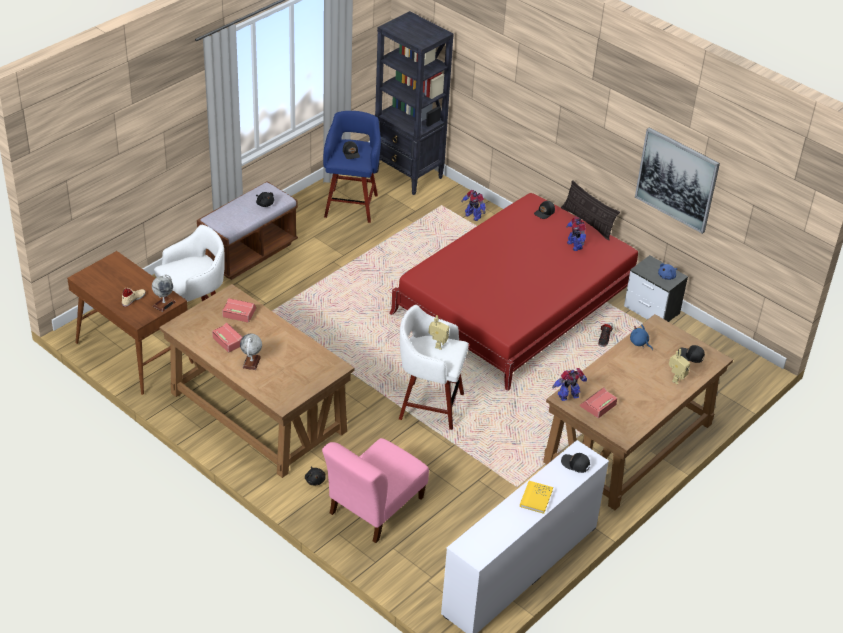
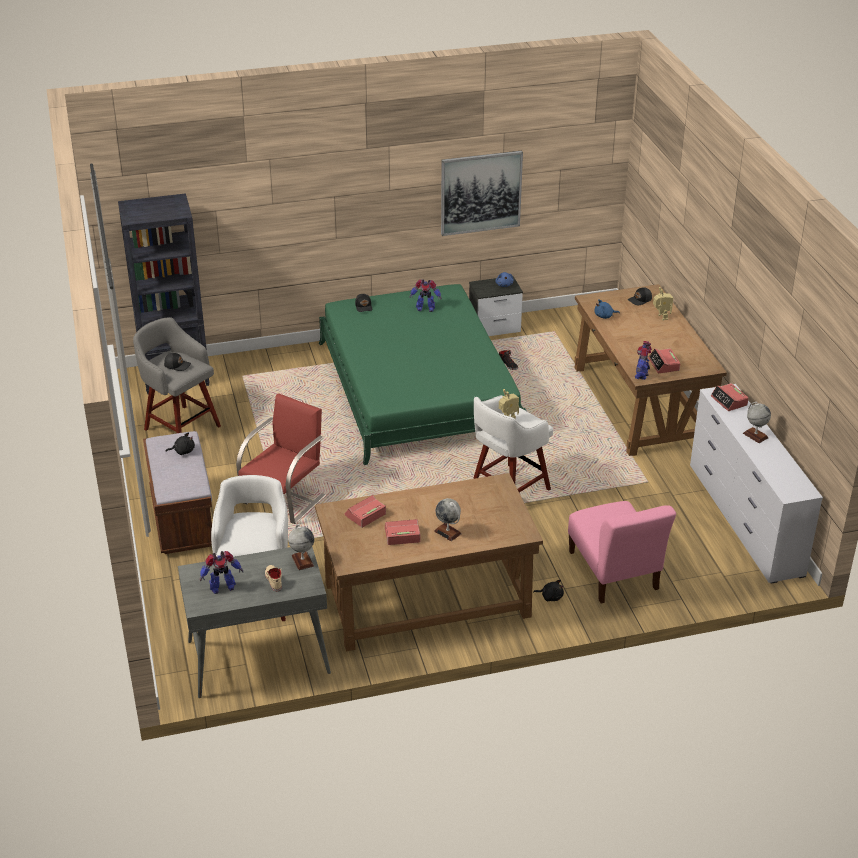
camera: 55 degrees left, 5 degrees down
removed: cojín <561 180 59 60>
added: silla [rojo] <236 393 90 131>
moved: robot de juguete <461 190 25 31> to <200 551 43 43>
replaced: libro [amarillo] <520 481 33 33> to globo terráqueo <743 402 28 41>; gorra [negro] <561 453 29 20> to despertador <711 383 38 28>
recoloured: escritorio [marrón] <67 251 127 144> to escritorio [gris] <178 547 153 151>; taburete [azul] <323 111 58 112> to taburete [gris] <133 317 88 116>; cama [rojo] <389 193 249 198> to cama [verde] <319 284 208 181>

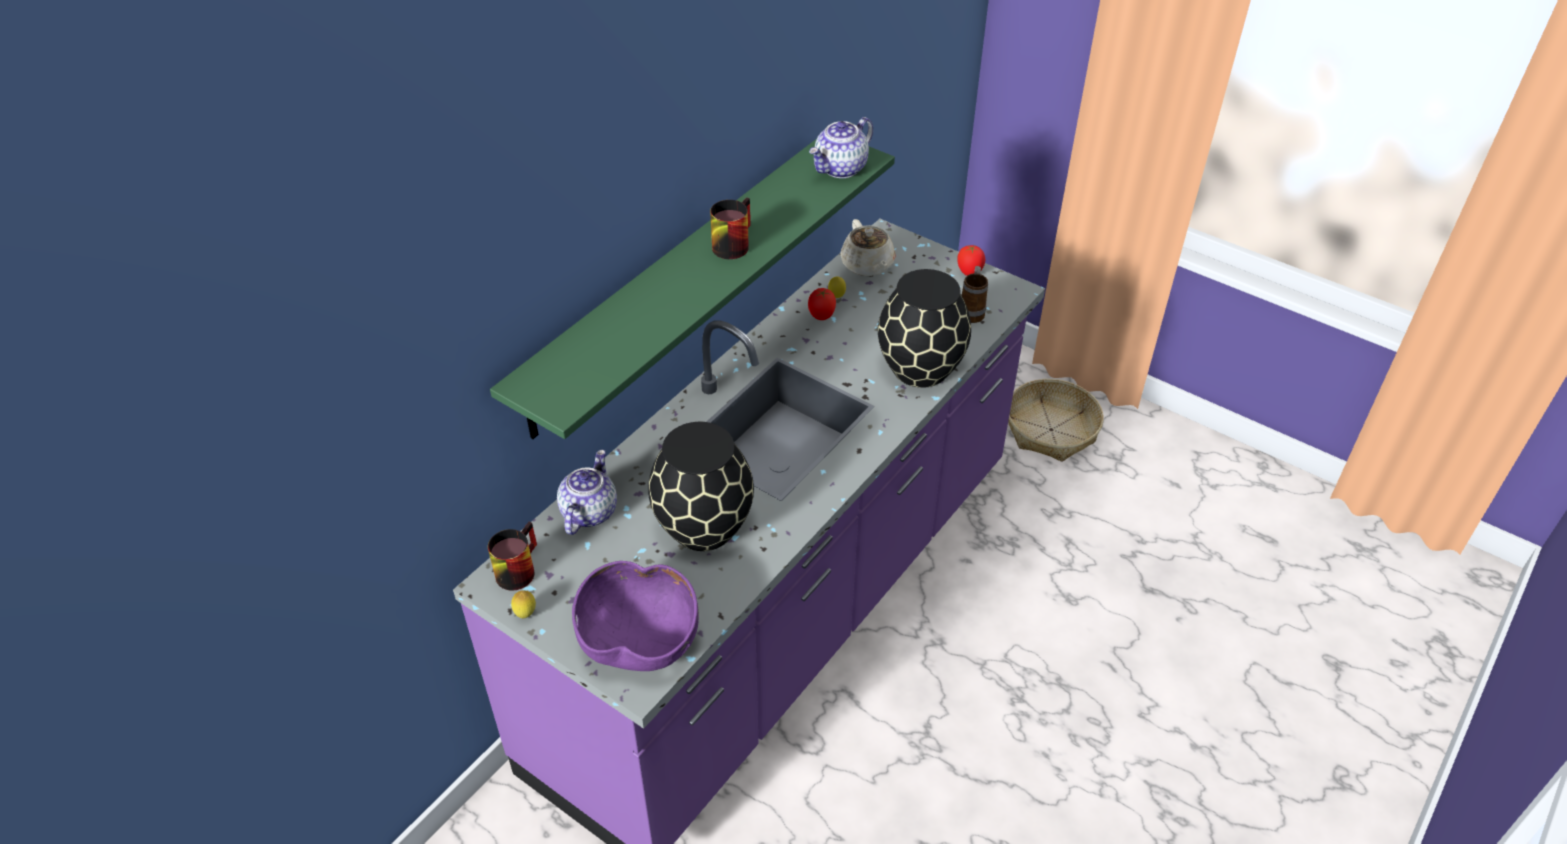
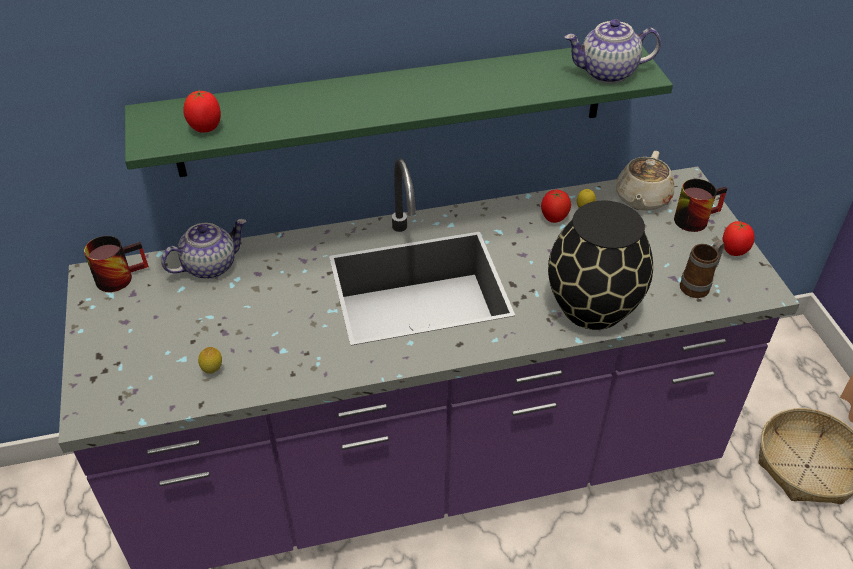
camera: 40 degrees right, 0 degrees up
removed: cuenco [morado] <572 561 127 110>; florero [negro] <648 422 106 129>
added: tomate <184 90 37 43>
moved: limón <511 590 25 29> to <198 347 24 27>; taza grande <710 198 41 61> to <674 179 54 53>

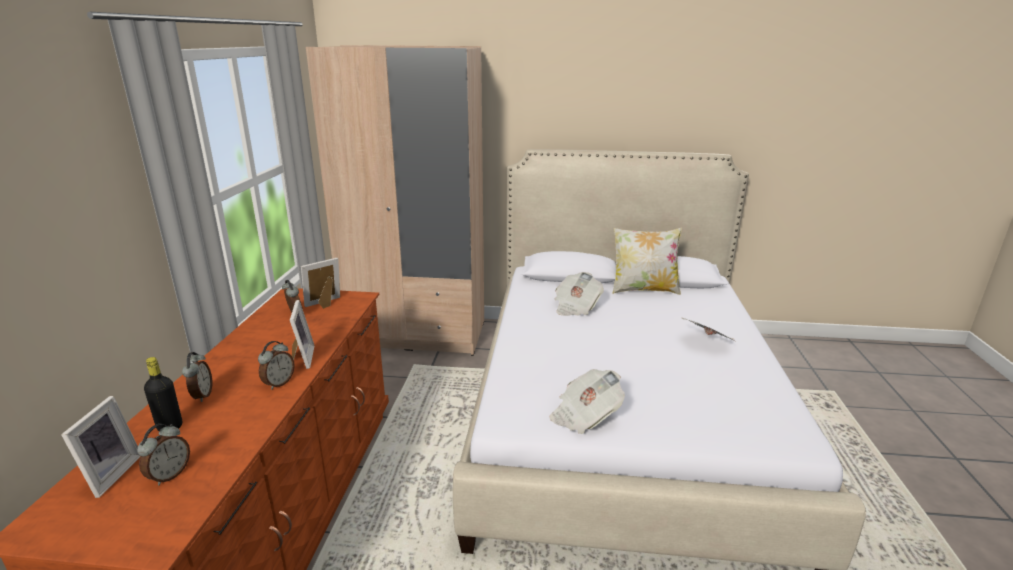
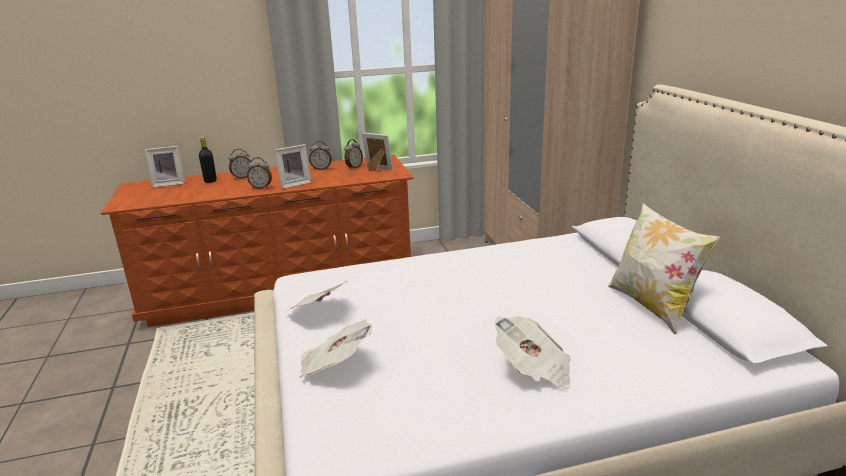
camera: 70 degrees right, 0 degrees up
moved: despertador <137 424 53 62> to <309 141 23 29>; periódico <555 272 49 44> to <300 319 72 59>

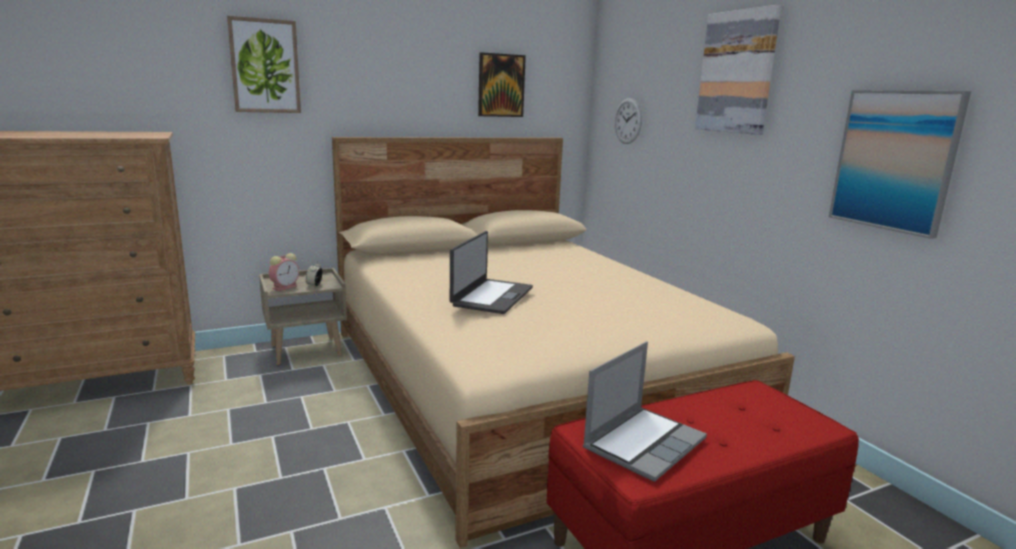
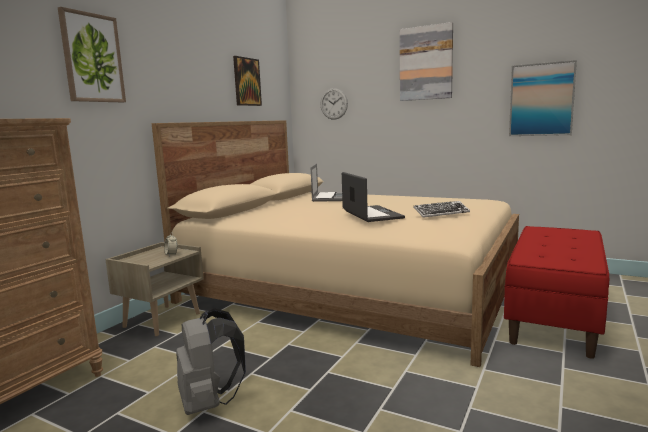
camera: 35 degrees left, 5 degrees down
removed: despertador <269 253 30 38>
added: mochila [gris] <176 308 70 107>; teclado <413 201 57 17>
moved: portátil <583 342 124 140> to <311 164 31 38>

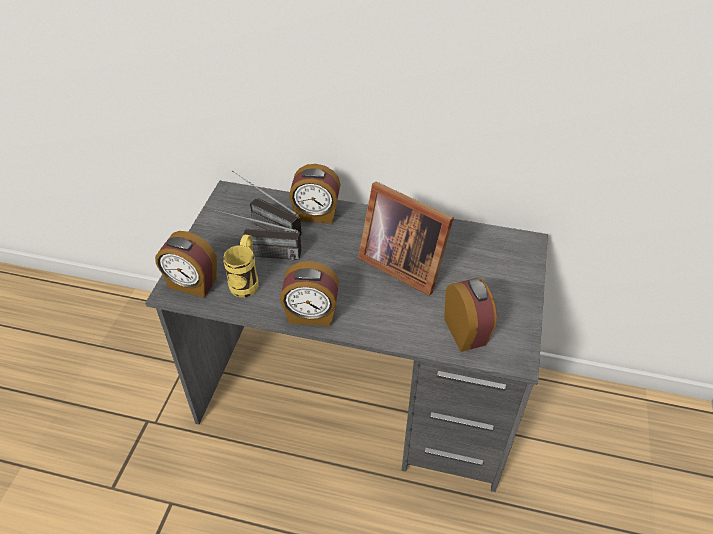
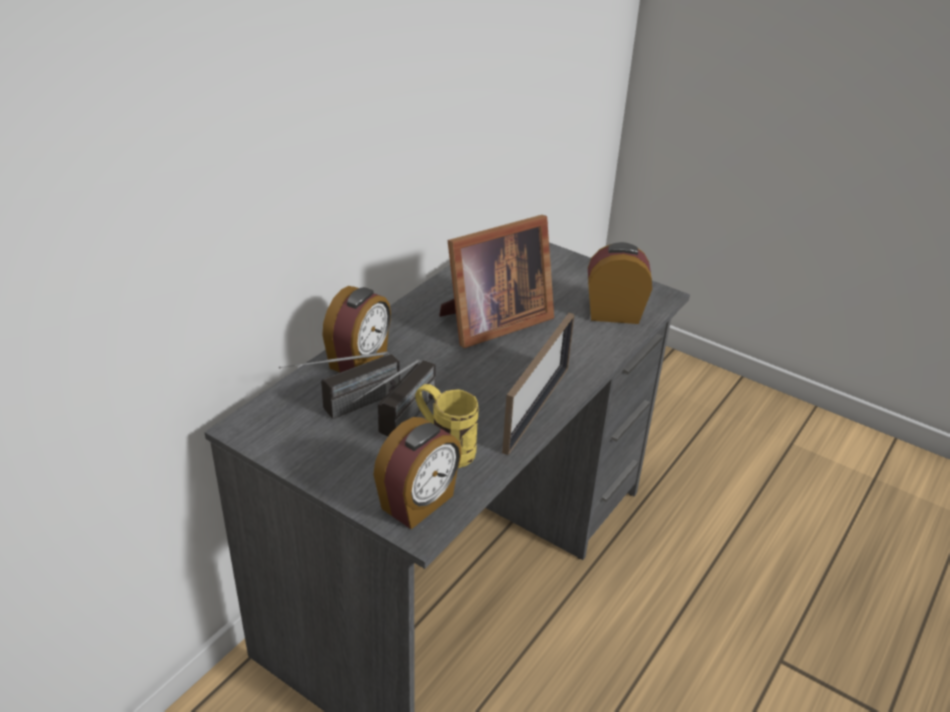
camera: 70 degrees left, 10 degrees down
replaced: despertador <280 261 59 65> to portarretratos <502 313 73 142>

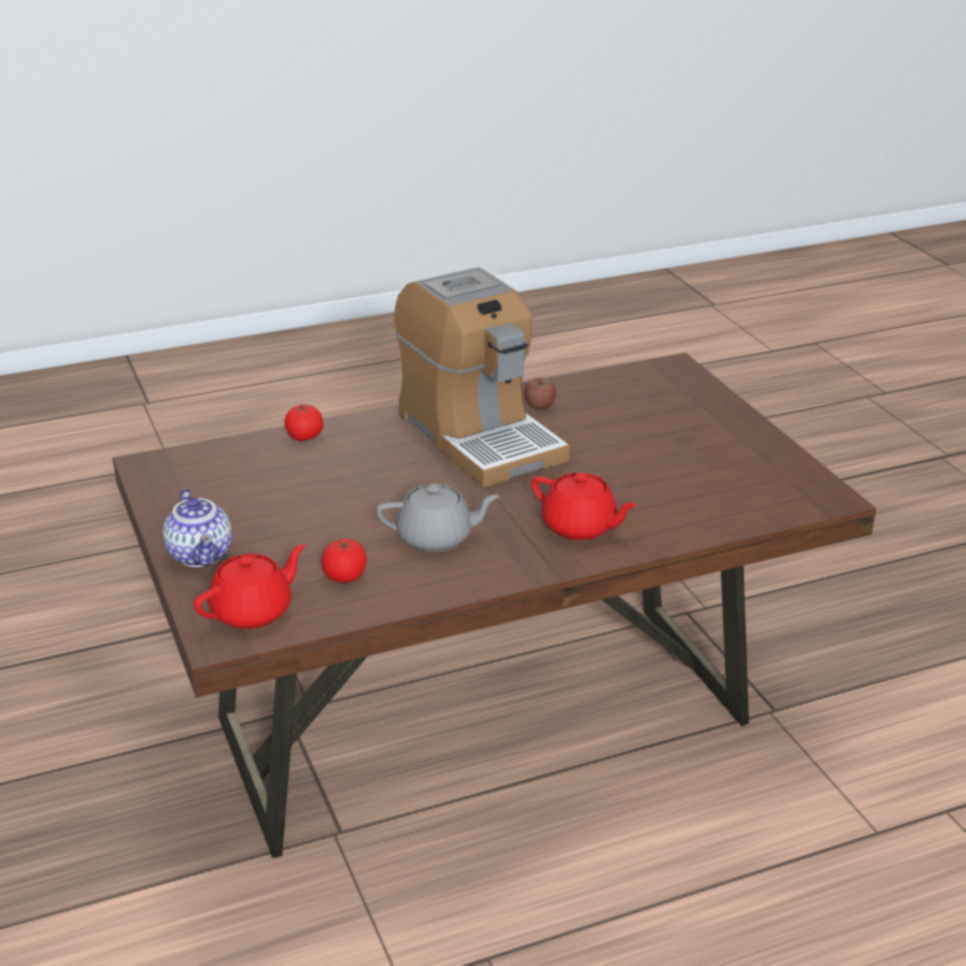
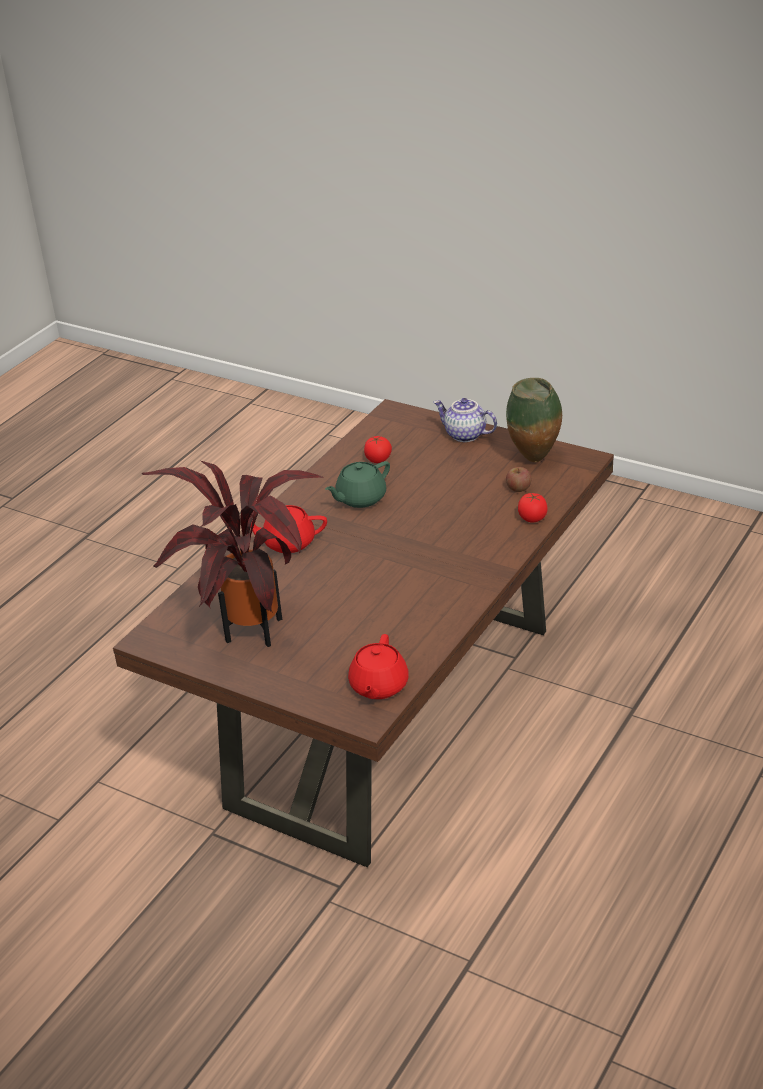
camera: 145 degrees right, 5 degrees up
removed: cafetera <394 267 176 220>
added: planta en maceta <142 461 182 186>; florero <506 378 56 84>
moved: tetera [rojo] <194 544 112 85> to <348 634 61 65>; manzana <524 378 33 31> to <506 467 26 25>
recoloured: tetera [gris] <376 484 123 68> to tetera [verde] <325 461 65 47>

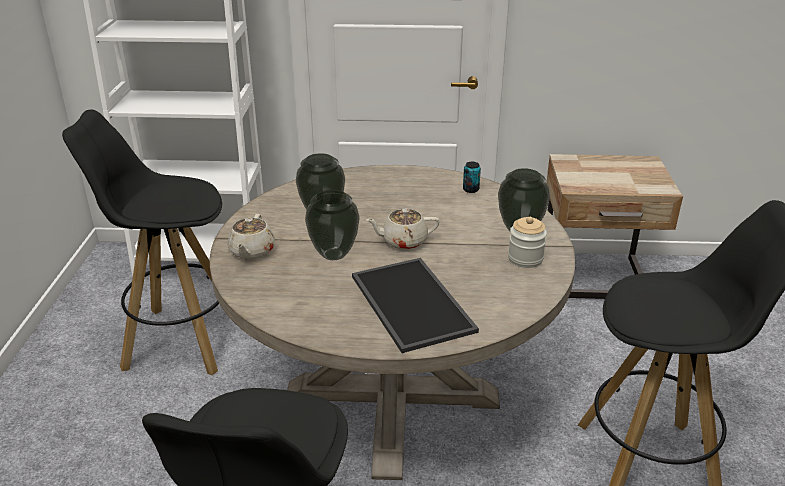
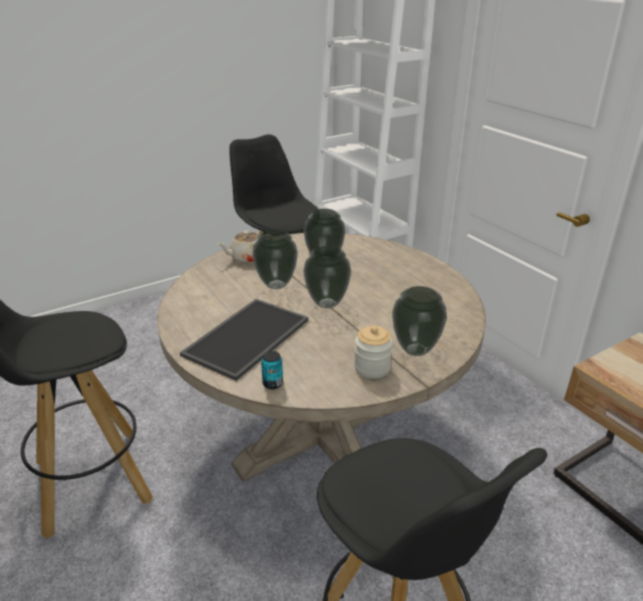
camera: 55 degrees right, 0 degrees up
moved: lata <463 162 18 31> to <261 351 22 38>
replaced: tetera [beis] <366 209 74 40> to florero <303 246 48 62>

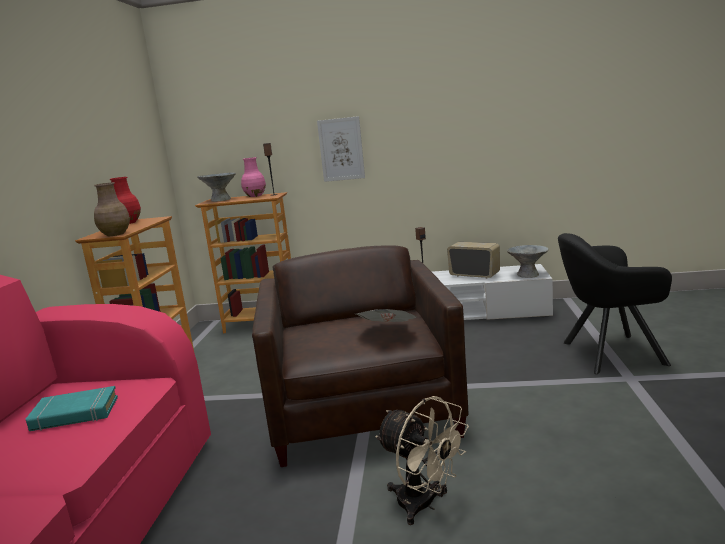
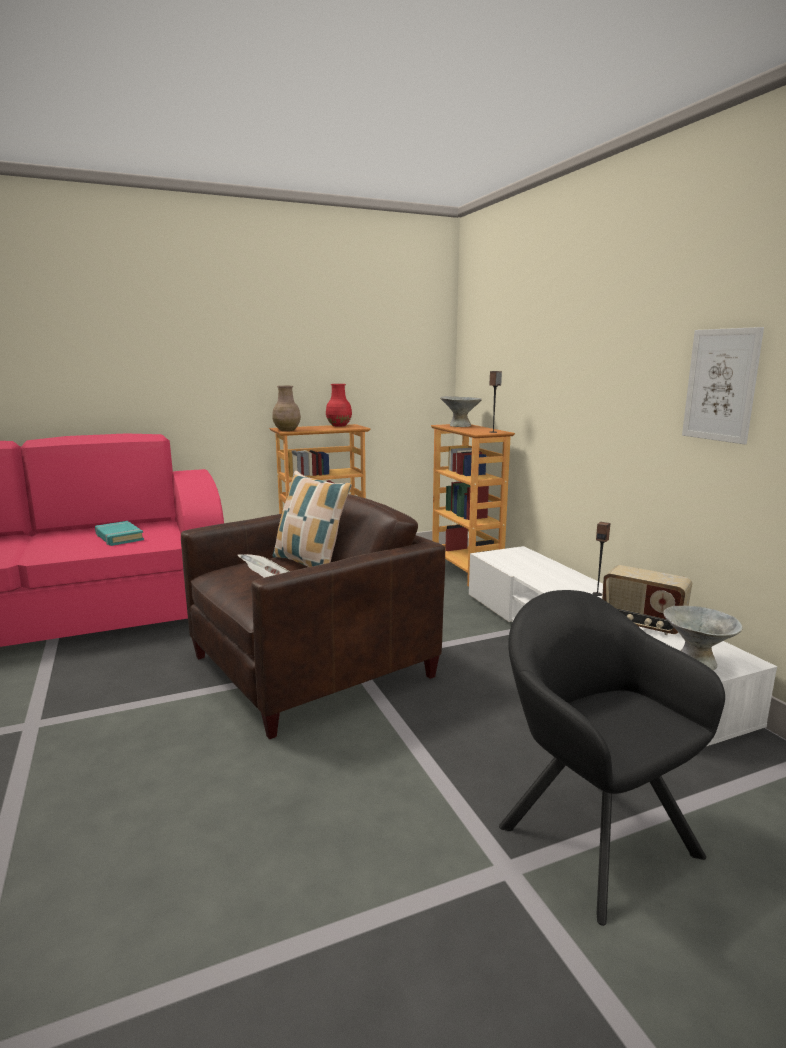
camera: 60 degrees right, 0 degrees up
removed: florero [rosa] <241 157 25 40>; ventilador [beis] <375 396 94 129>
added: cojín <272 471 80 96>
moved: cuadro <317 116 48 66> to <682 327 82 117>
turned: radio <447 242 53 37> = <602 565 90 70> 120 degrees clockwise

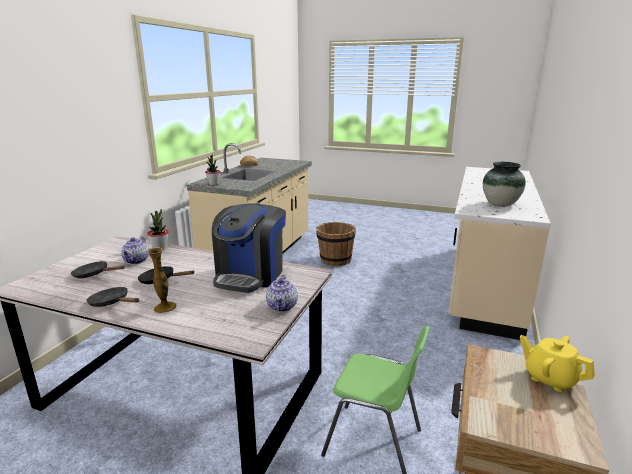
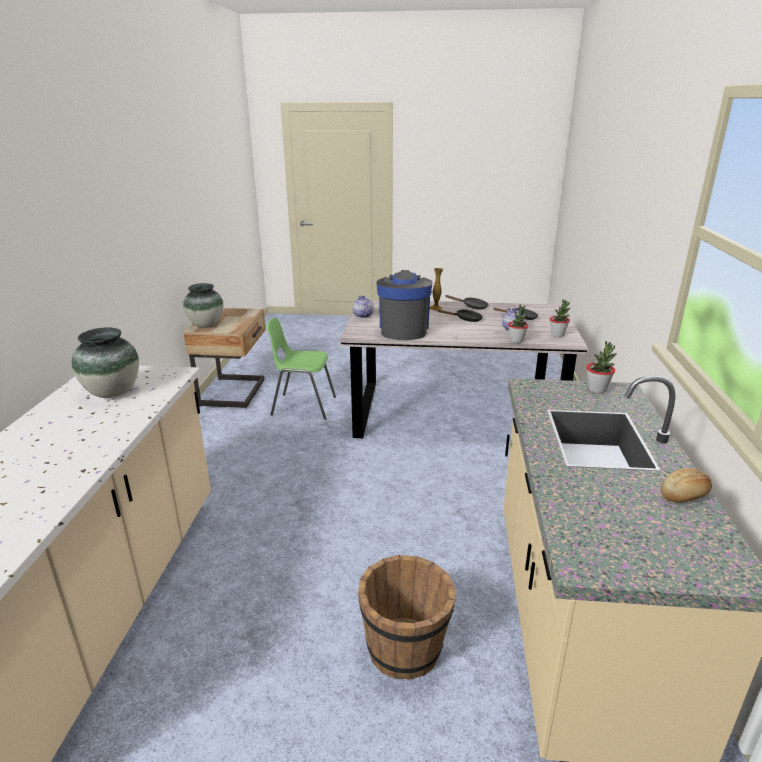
camera: 165 degrees right, 5 degrees up
added: planta en maceta <550 299 20 38>
replaced: tetera [amarillo] <520 335 75 57> to florero <183 283 40 45>

